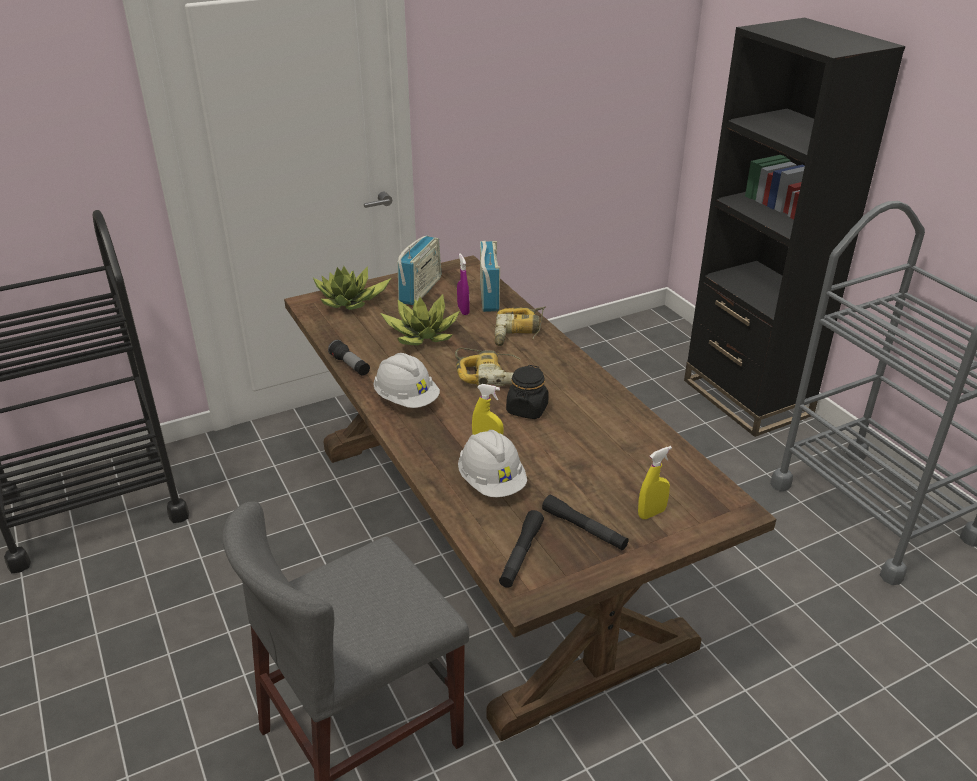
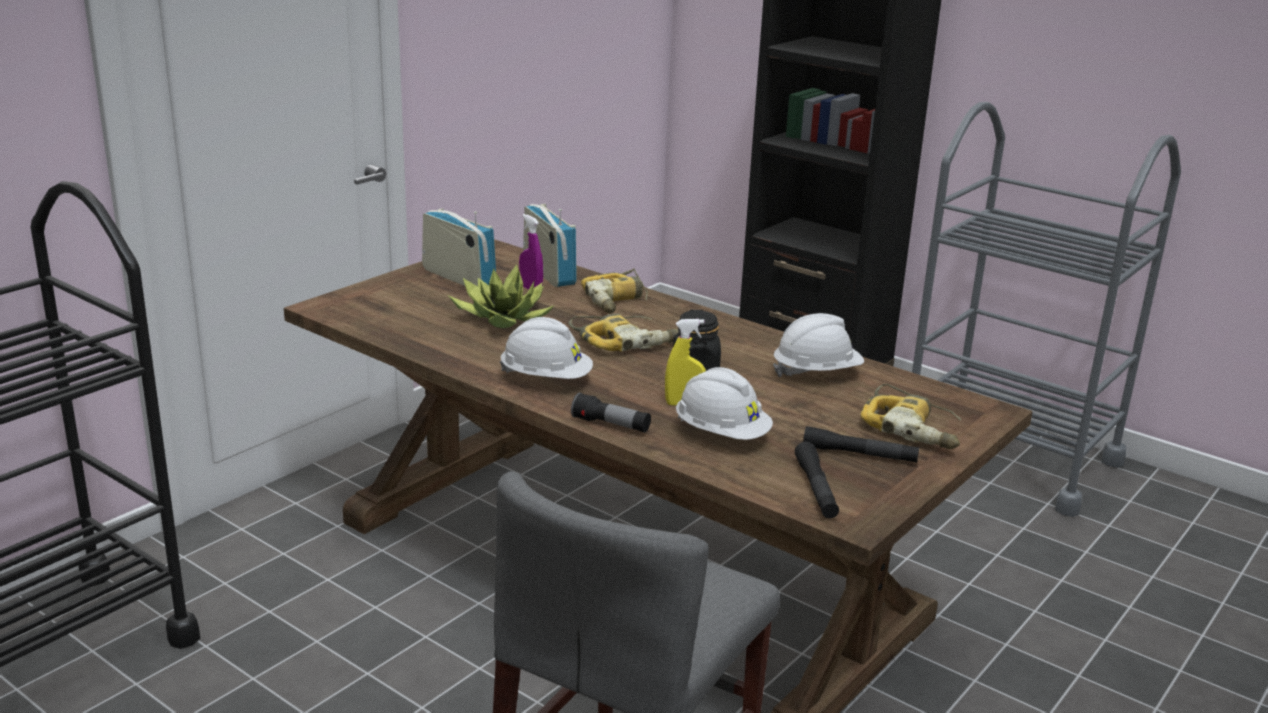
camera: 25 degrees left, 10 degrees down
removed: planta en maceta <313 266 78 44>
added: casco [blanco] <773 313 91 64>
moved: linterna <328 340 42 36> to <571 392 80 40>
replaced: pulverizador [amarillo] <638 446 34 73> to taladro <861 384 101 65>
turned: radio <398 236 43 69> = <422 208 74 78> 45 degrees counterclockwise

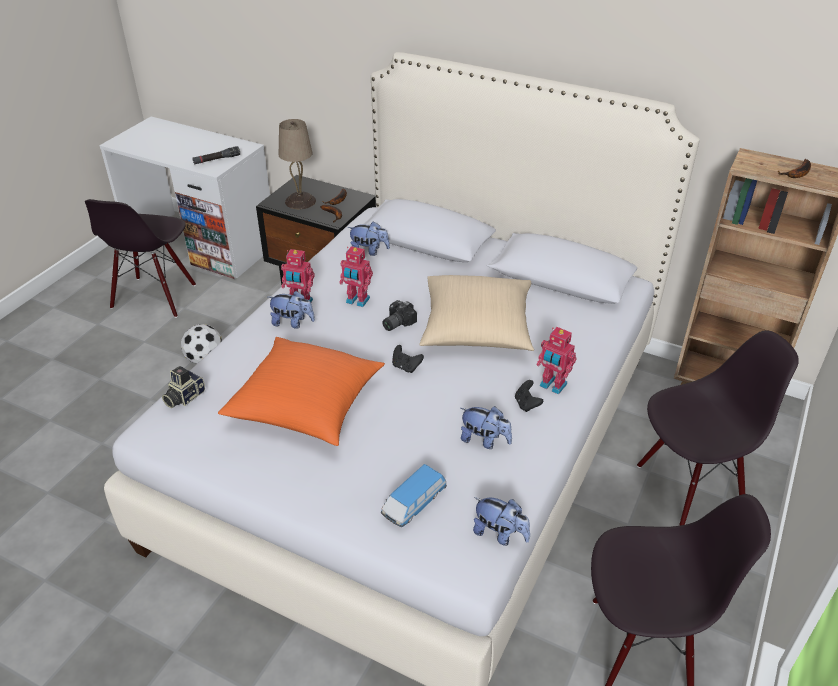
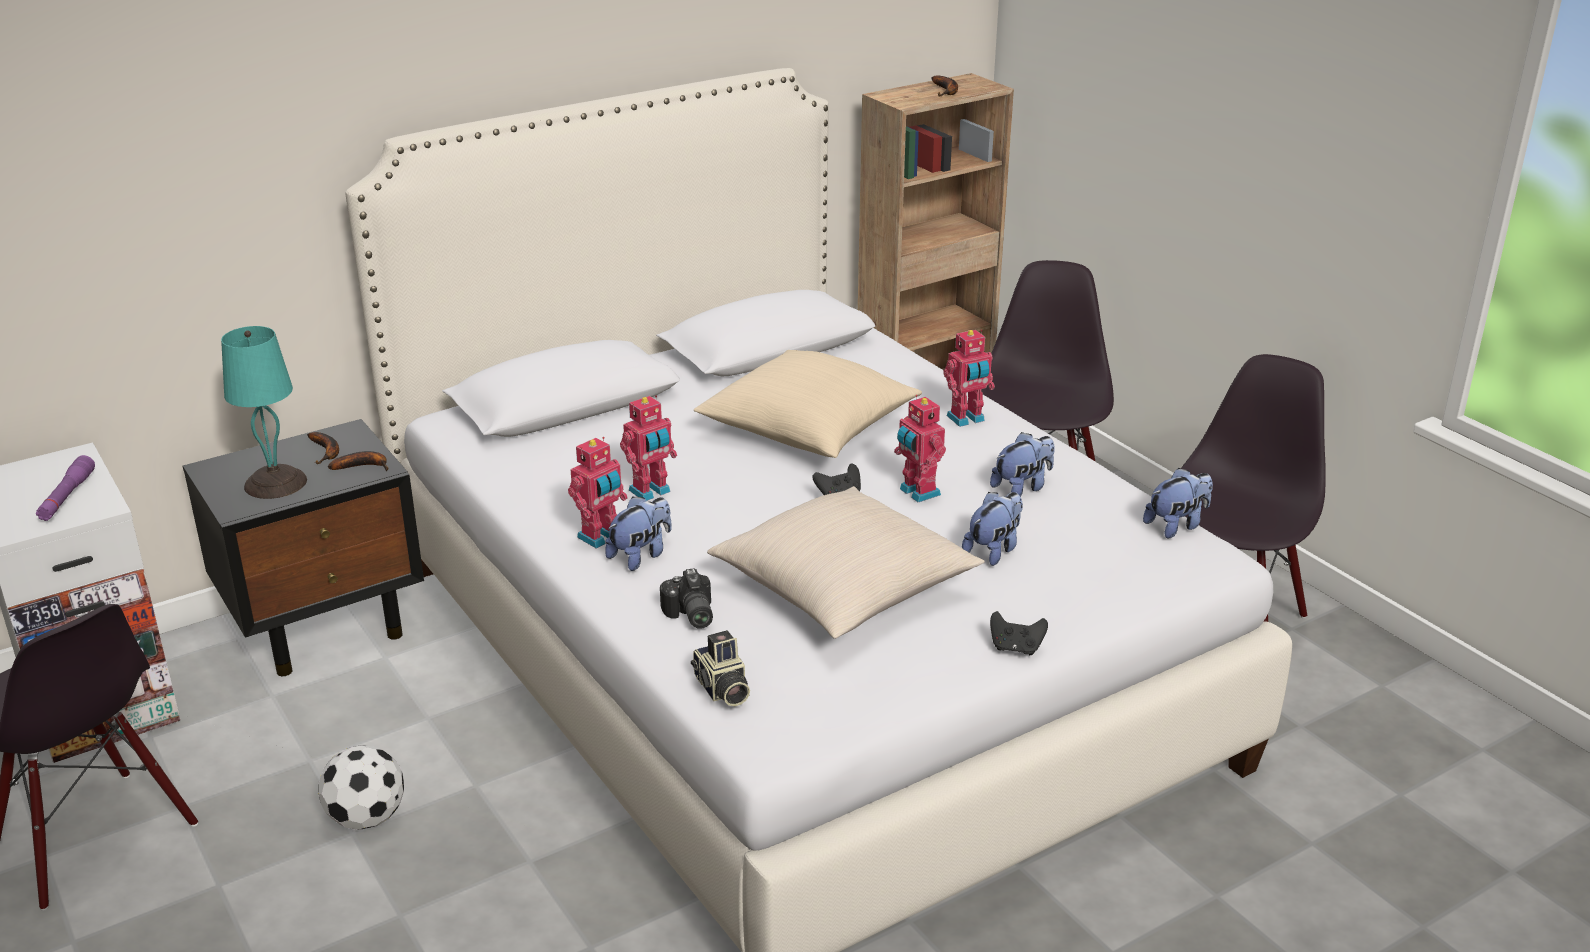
camera: 60 degrees left, 10 degrees down
removed: coche de juguete <381 464 66 63>
added: robot de juguete <894 395 52 107>
moved: peluche <347 221 43 35> to <962 492 61 74>; cámara <382 300 35 31> to <660 568 53 61>; mando de consola [negro] <515 380 28 32> to <990 611 58 44>
recoloured: linterna [negro] <192 146 48 19> to linterna [morado] <36 455 59 66>; cojín [naranja] <218 337 167 109> to cojín [beis] <707 486 278 153>; lámpara de mesa [beis] <279 119 37 90> to lámpara de mesa [turquesa] <221 326 86 173>

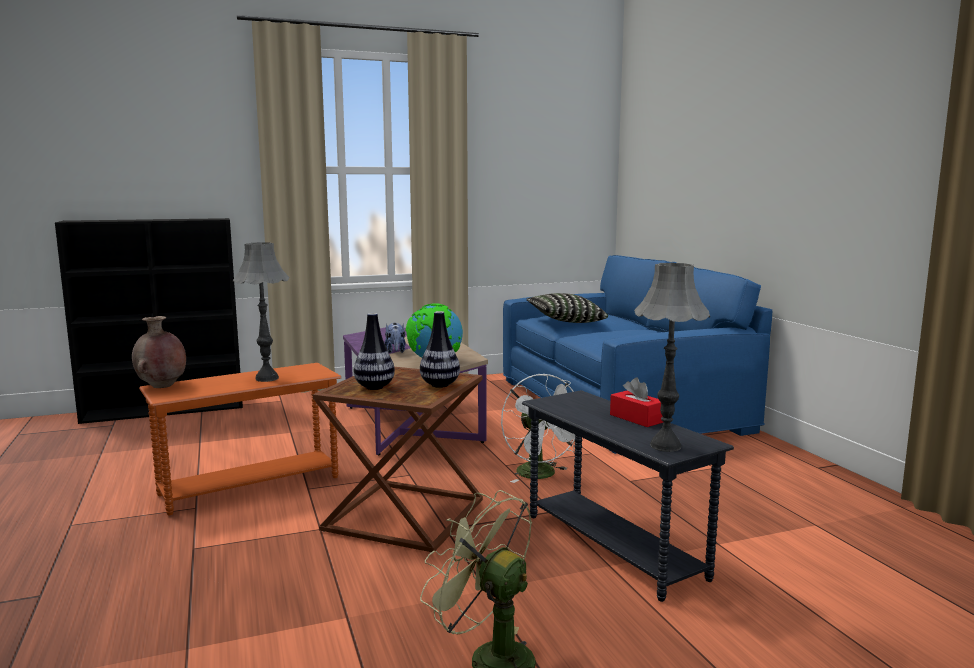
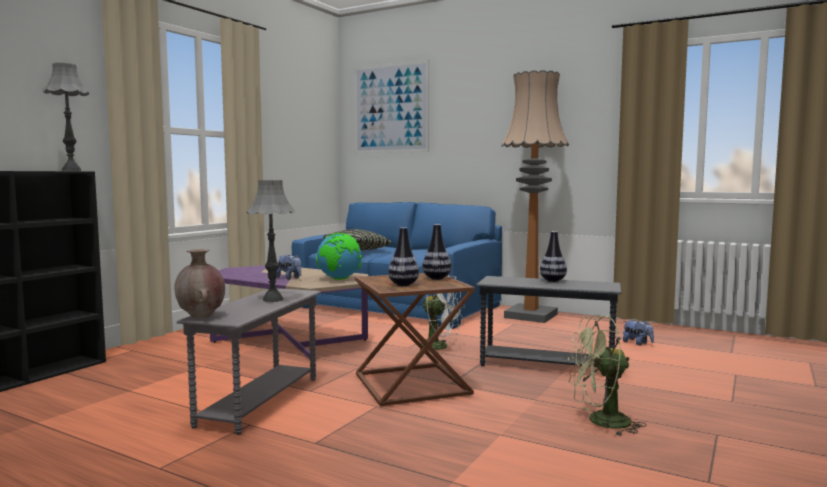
camera: 40 degrees left, 5 degrees down
added: cuadro <354 60 75 93>; lámpara de pie <501 70 68 253>; peluche <623 320 31 26>
moved: lámpara de mesa [gris] <634 263 76 189> to <42 63 47 108>
replaced: caja de pañuelos [rojo] <610 377 53 50> to florero <540 231 27 51>
recoloured: mesa auxiliar [naranja] <139 363 202 152> to mesa auxiliar [gris] <177 288 144 147>

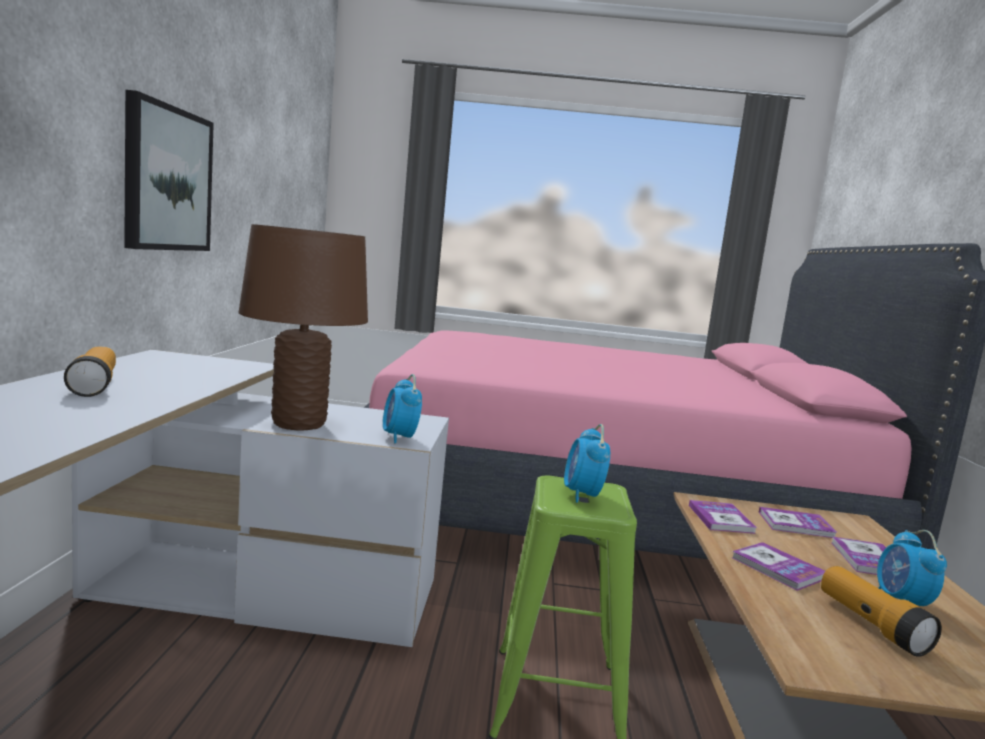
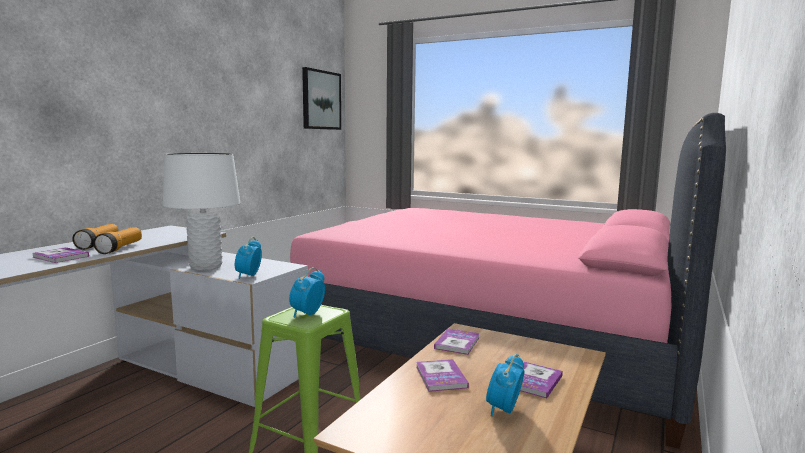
camera: 25 degrees right, 0 degrees up
moved: cuadro <124 90 90 161> to <302 67 39 63>; libro <759 507 78 31> to <33 247 56 16>; linterna <821 566 121 91> to <93 227 49 27>
recoloured: lámpara de mesa [marrón] <239 224 129 207> to lámpara de mesa [blanco] <163 153 77 117>

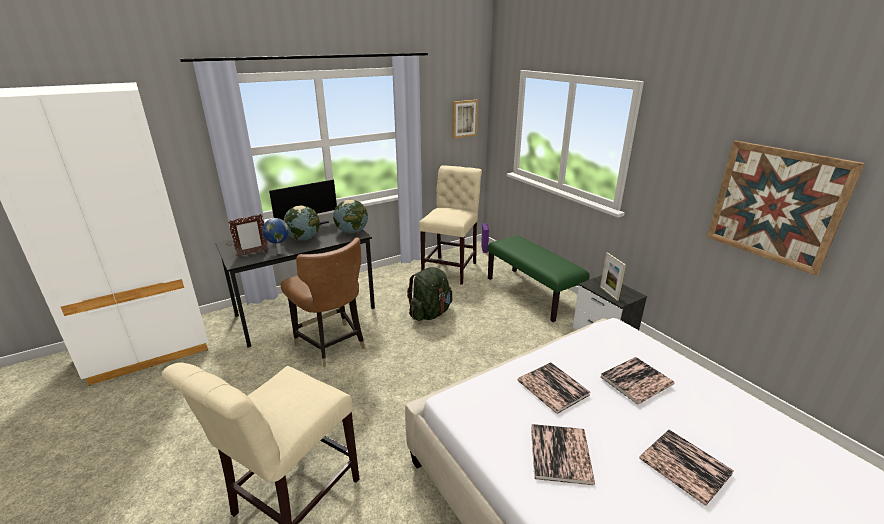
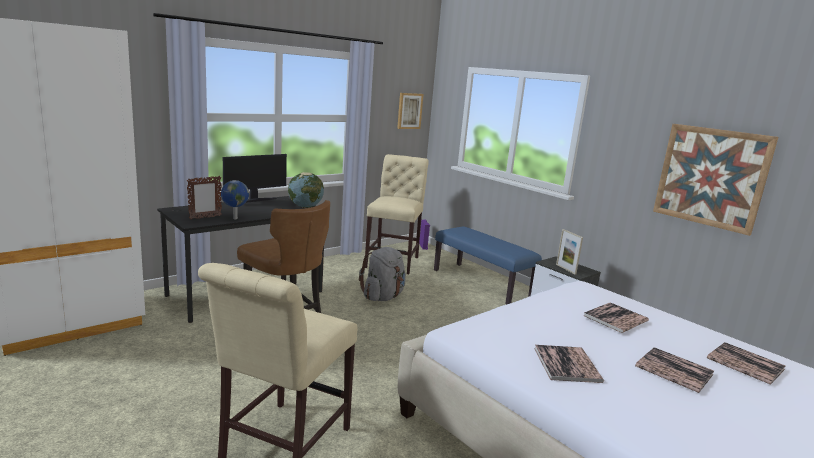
camera: 10 degrees left, 10 degrees down
removed: globo terráqueo <284 205 36 36>
moved: libro <517 362 73 52> to <707 342 79 43>
recoloured: mochila [verde] <407 267 45 54> to mochila [gris] <359 247 47 54>; banco [verde] <487 235 103 87> to banco [azul] <434 226 108 78>

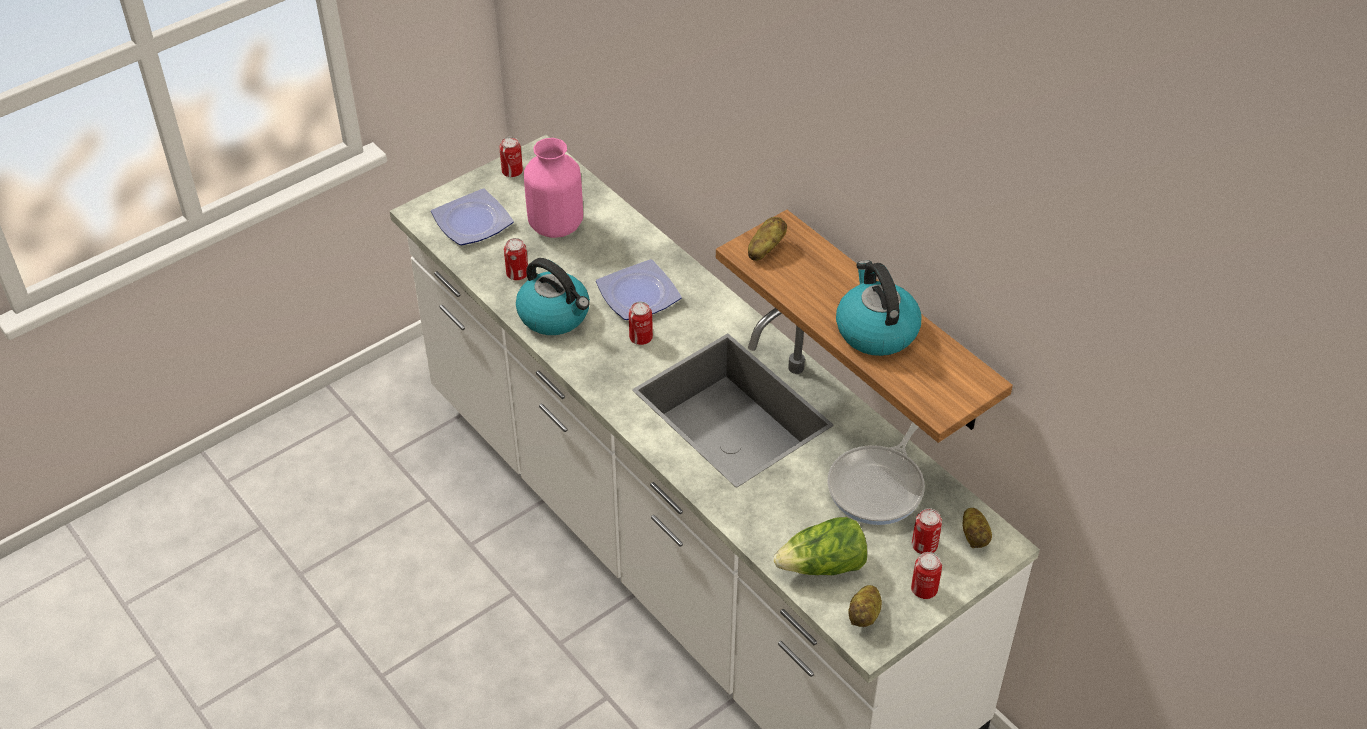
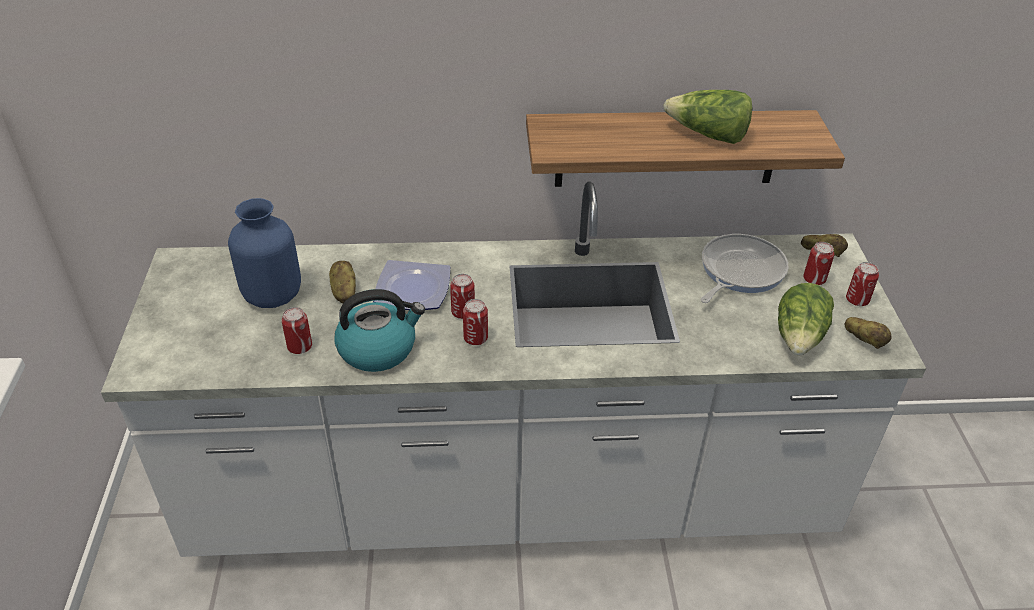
camera: 55 degrees left, 5 degrees down
removed: plato <431 188 83 57>
moved: lata <499 137 24 40> to <463 299 25 46>; patata <748 217 39 44> to <329 261 27 42>
replaced: hervidor <836 260 85 96> to lechuga <663 90 89 54>
recoloured: florero [rosa] <524 138 59 100> to florero [azul] <228 198 73 110>
turned: sartén <828 422 97 103> = <701 234 87 69> 120 degrees counterclockwise

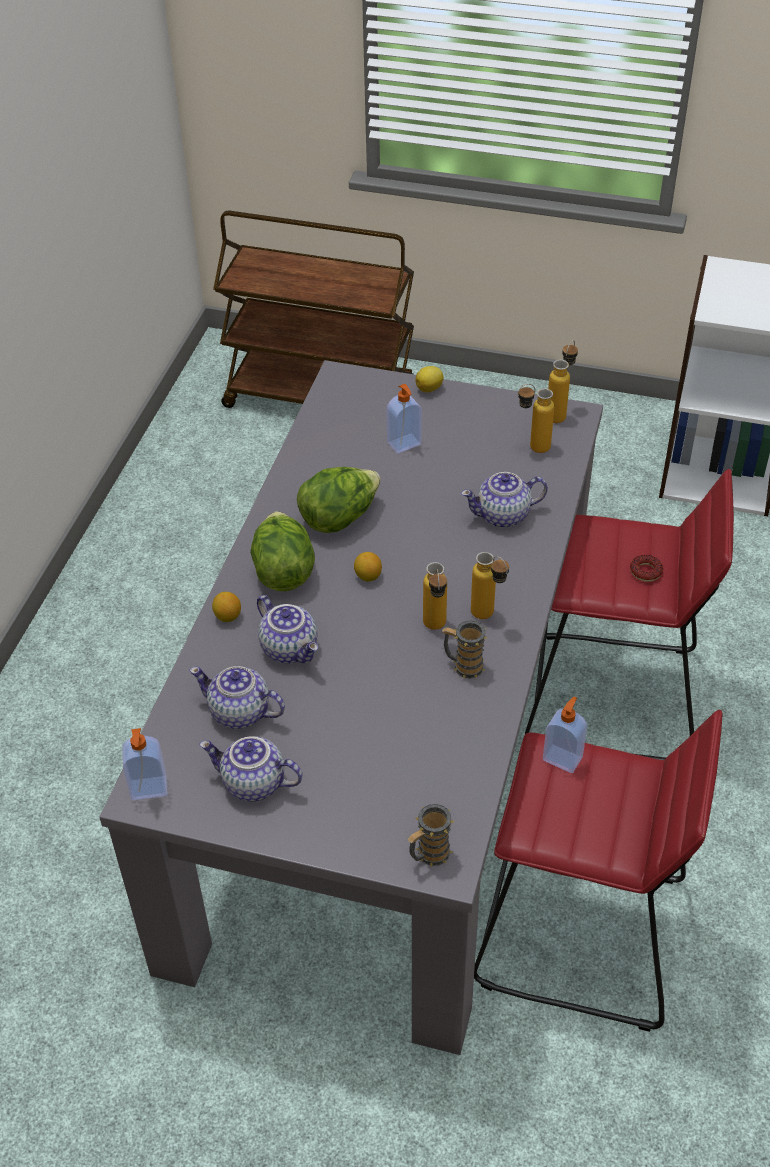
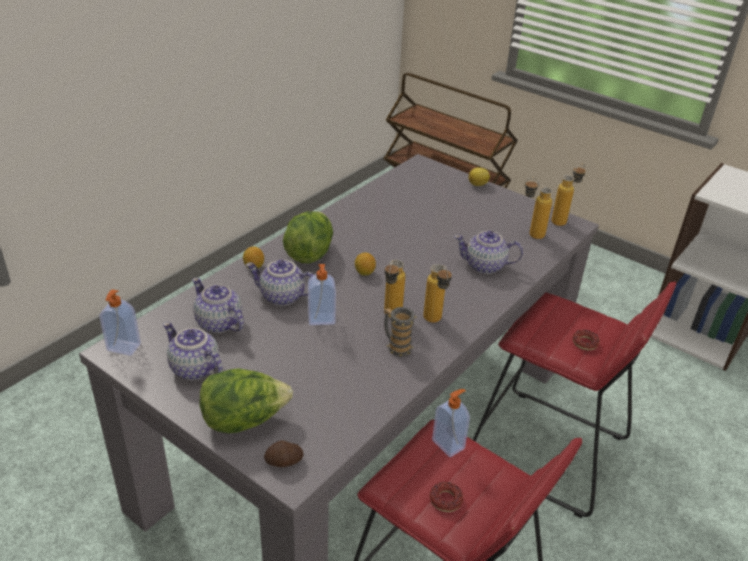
camera: 20 degrees right, 10 degrees down
added: rosquilla <430 482 33 30>
moved: lechuga <297 467 84 66> to <200 368 93 66>; dispensador de jabón <387 384 35 70> to <308 264 28 61>
replaced: taza grande <407 803 48 64> to patata <264 441 40 26>
turned: tetera <257 595 61 68> = <246 260 68 46> 120 degrees clockwise

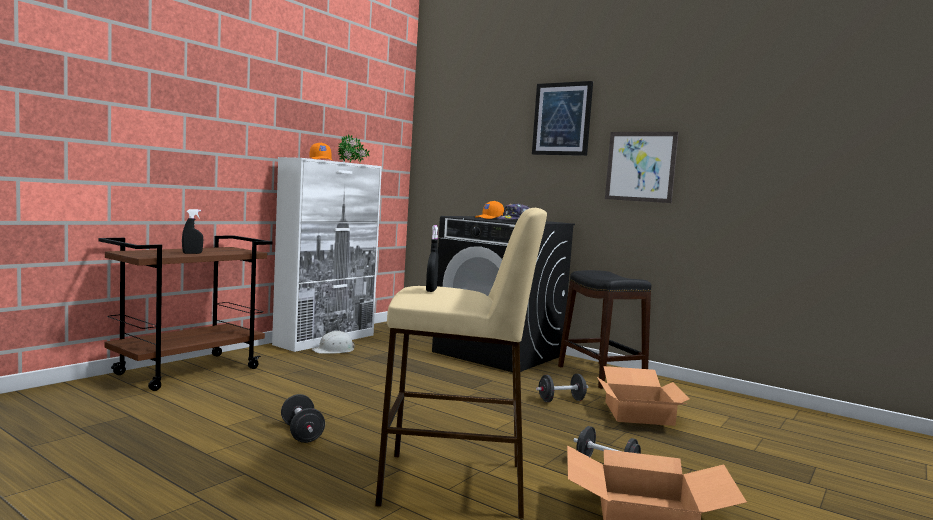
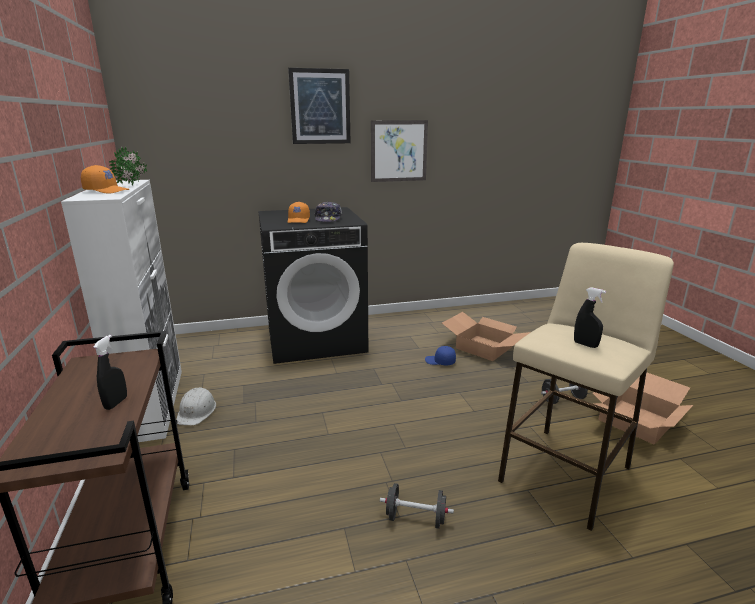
camera: 50 degrees left, 15 degrees up
removed: taburete [negro] <558 270 93 119>
replaced: mancuerna [negro] <536 374 52 28> to gorra [azul] <425 346 31 20>

